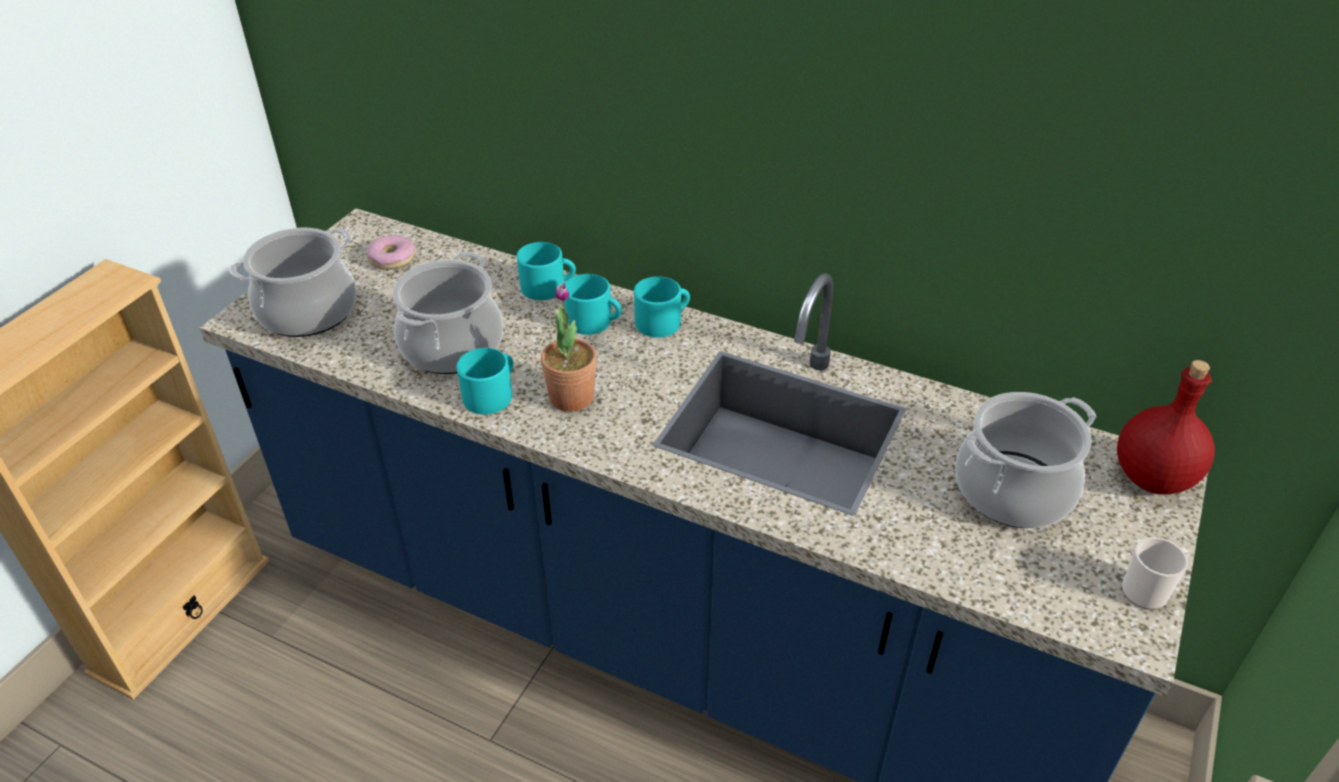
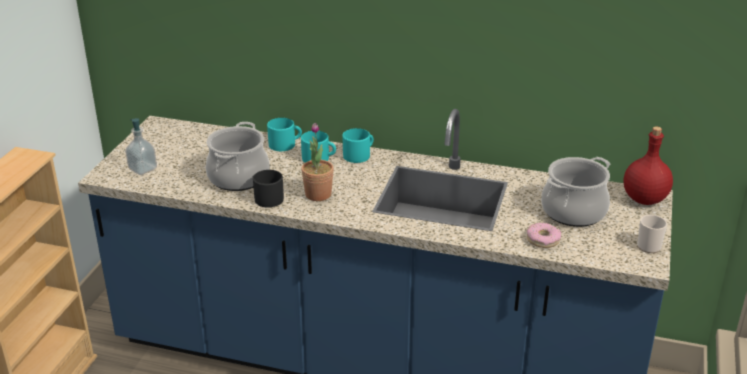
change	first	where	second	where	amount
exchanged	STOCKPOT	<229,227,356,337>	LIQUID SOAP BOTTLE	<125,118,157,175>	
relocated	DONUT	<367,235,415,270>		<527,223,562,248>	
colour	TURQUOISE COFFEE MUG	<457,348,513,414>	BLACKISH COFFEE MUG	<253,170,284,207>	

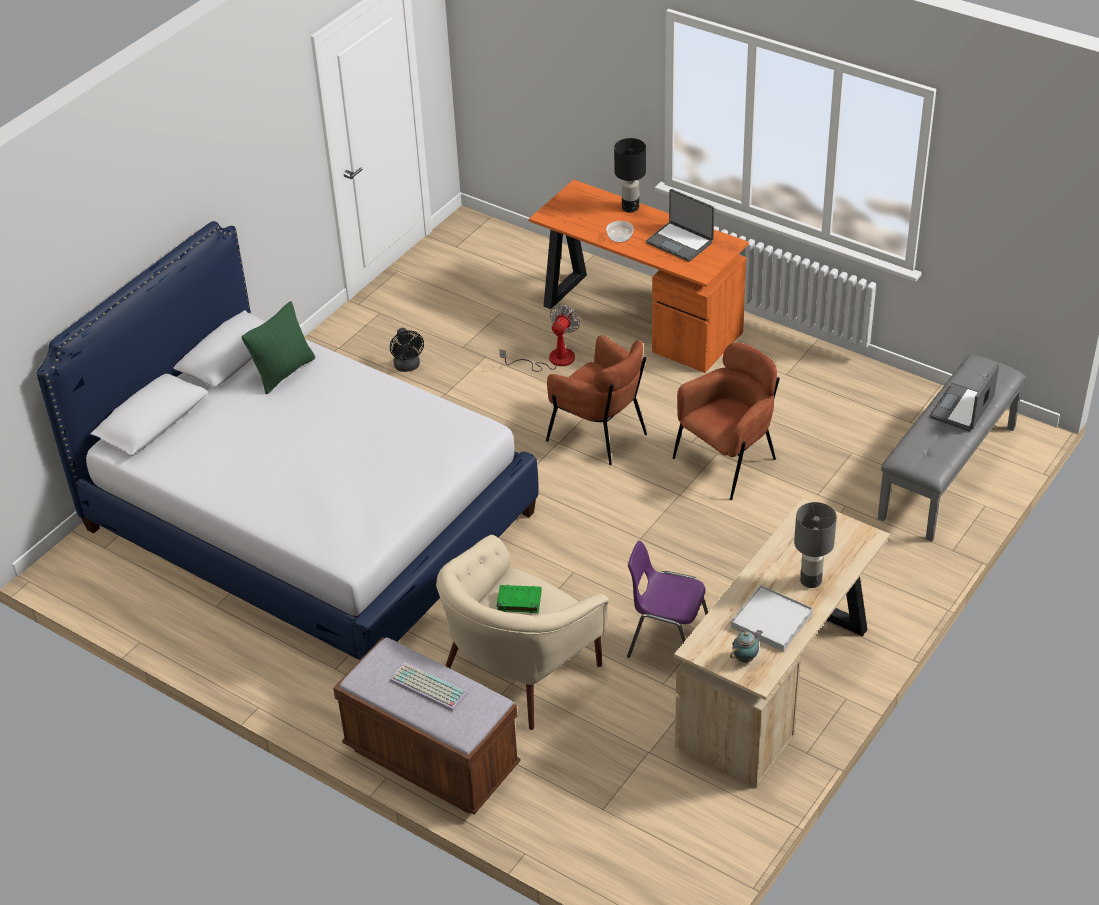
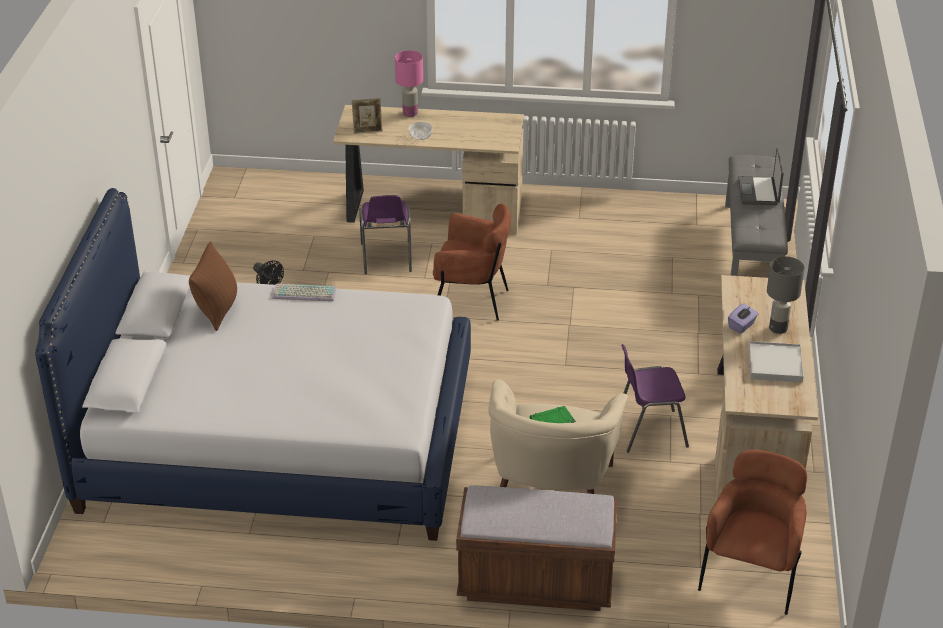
change	first	where	second	where	amount
colour	GREEN THROW PILLOW	<241,301,315,394>	BROWNISH THROW PILLOW	<189,241,237,331>	
relocated	PC KEYBOARD	<390,662,468,711>		<272,284,337,301>	
exchanged	FAN	<499,305,580,372>	PURPLE-COLOURED CHAIR	<359,195,412,274>	
colour	ORANGE DESK UNIT	<529,179,749,373>	SAND-COLOURED DESK UNIT	<333,105,524,234>	
colour	BLACKISH TABLETOP LAMP	<614,138,646,212>	PINK-COLOURED TABLETOP LAMP	<395,50,423,117>	
missing	LAPTOP	<646,189,714,262>			
relocated	BROWNISH LOUNGE CHAIR	<672,343,780,500>		<698,450,807,615>	
missing	POT FOR TEA	<730,630,763,663>			
appeared			PHOTO FRAME	<352,98,383,134>	
appeared			PURPLE-COLOURED TISSUE BOX	<728,303,758,333>	

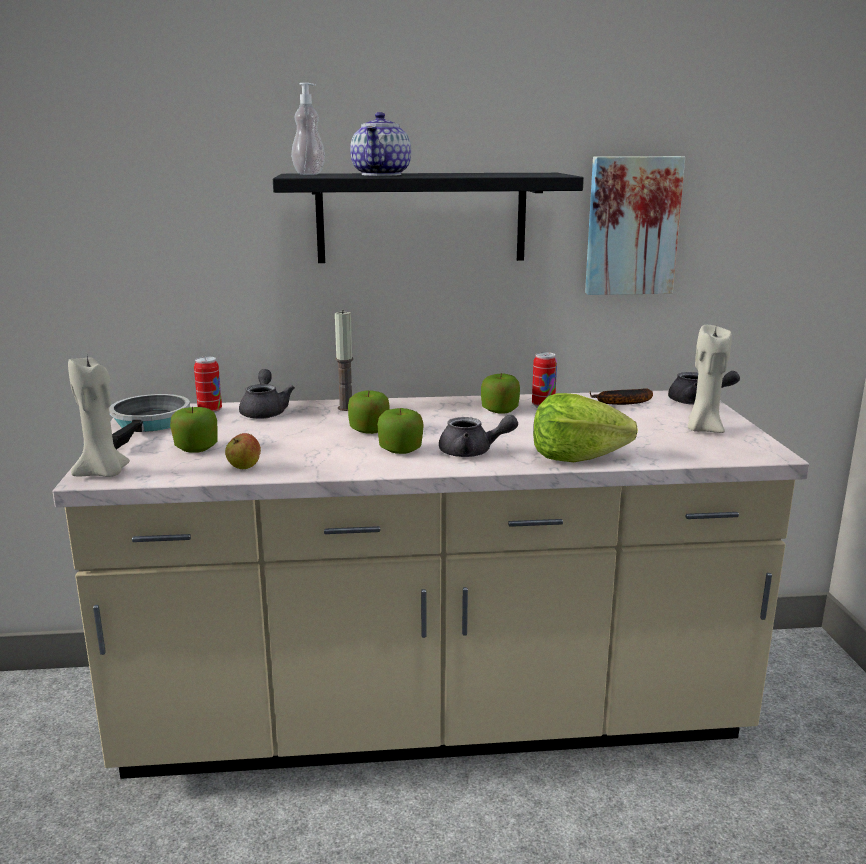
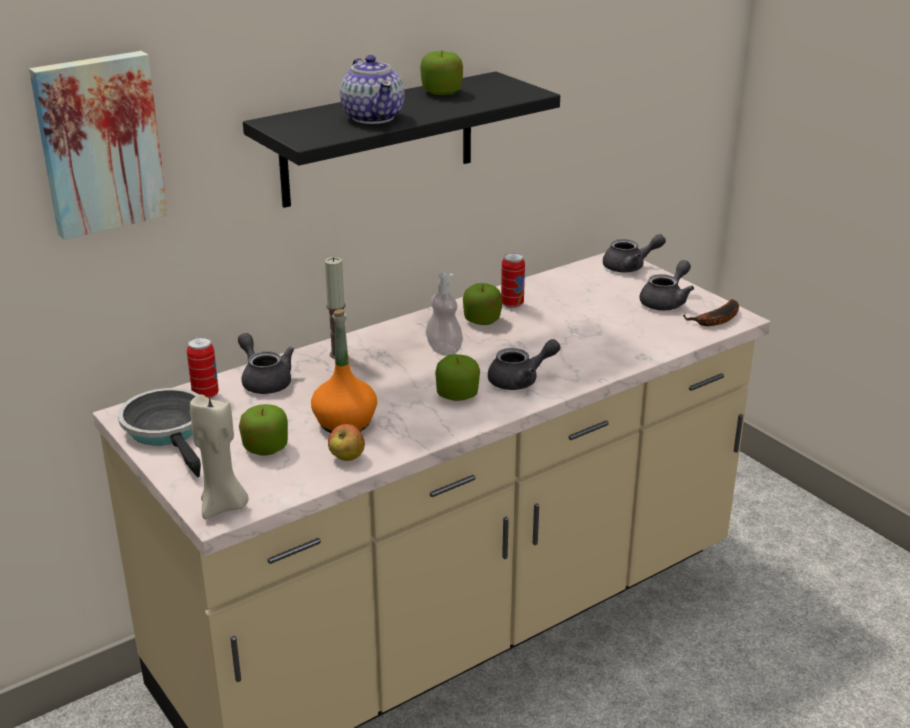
change	first	where	second	where	amount
relocated	LIQUID SOAP BOTTLE	<291,83,325,175>		<426,273,463,356>	
relocated	APPLE FRUIT	<348,390,389,434>		<420,51,463,95>	
missing	LETTUCE	<533,393,638,462>			
relocated	PICTURE	<585,156,685,295>		<29,51,168,240>	
relocated	WHOLE BANANA	<590,388,653,405>		<683,299,739,326>	
exchanged	SAND-COLOURED CANDLE	<688,325,732,433>	GREYISH POT FOR TEA	<640,260,694,310>	
appeared			ORANGE BEVERAGE BOTTLE	<311,309,377,433>	

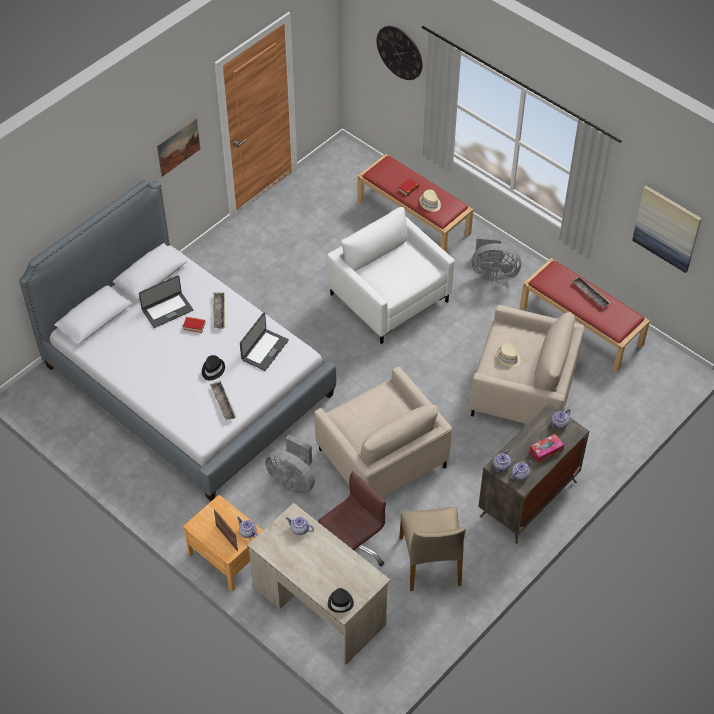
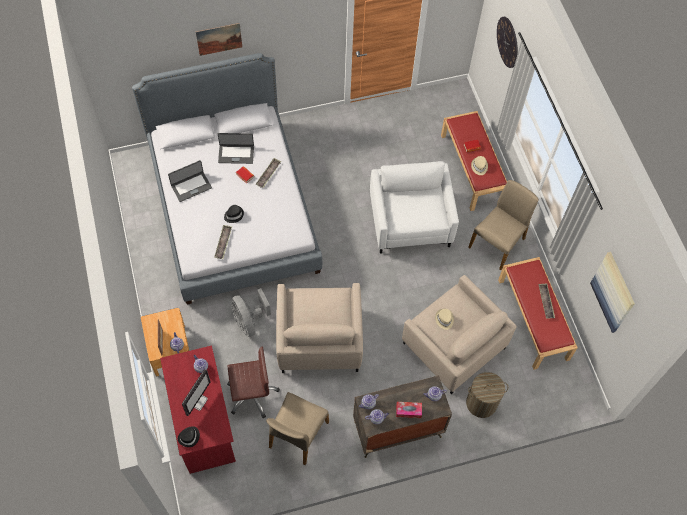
change	first	where	second	where	amount
relocated	PICTURE	<157,118,200,177>		<195,23,242,56>	
relocated	LAPTOP	<240,312,289,371>		<168,160,212,202>	
colour	SAND-COLOURED DESK UNIT	<247,503,390,665>	RED-COLOURED DESK UNIT	<160,345,236,474>	
exchanged	GREYISH FAN	<472,235,521,282>	SAND-COLOURED CHAIR	<468,180,539,270>	
appeared			COMPUTER DISPLAY	<182,369,211,416>	
appeared			WASHING BASKET	<466,372,508,418>	

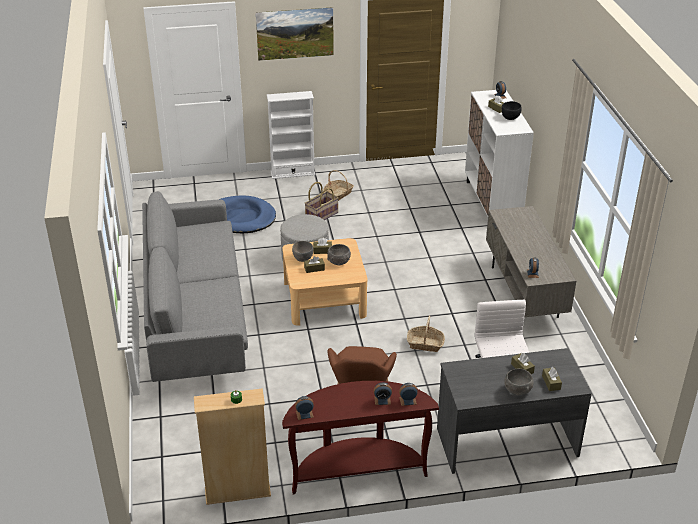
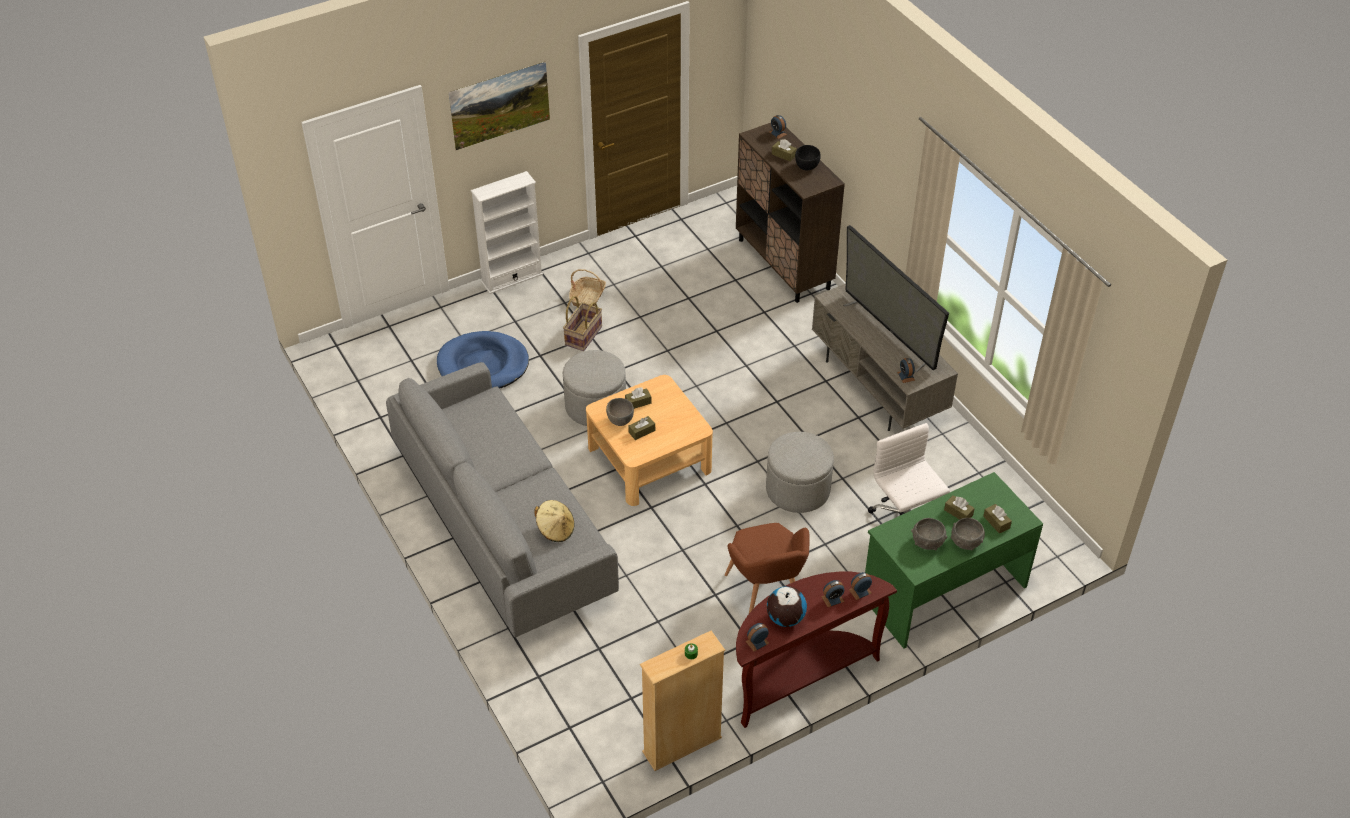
change	first	where	second	where	amount
relocated	GREYISH DEEP DISH	<327,244,351,266>		<911,518,947,550>	
exchanged	STORAGE BASKET	<407,316,445,352>	GREYISH FOOTREST	<766,432,834,513>	
colour	GREYISH DESK UNIT	<437,348,592,474>	GREEN DESK UNIT	<865,472,1043,648>	
colour	WHITE CUPBOARD	<465,90,534,216>	BROWNISH CUPBOARD	<736,123,845,303>	
appeared			SAND-COLOURED HAT	<534,500,574,542>	
appeared			WORLD GLOBE	<767,586,807,627>	
appeared			TV	<843,225,949,373>	

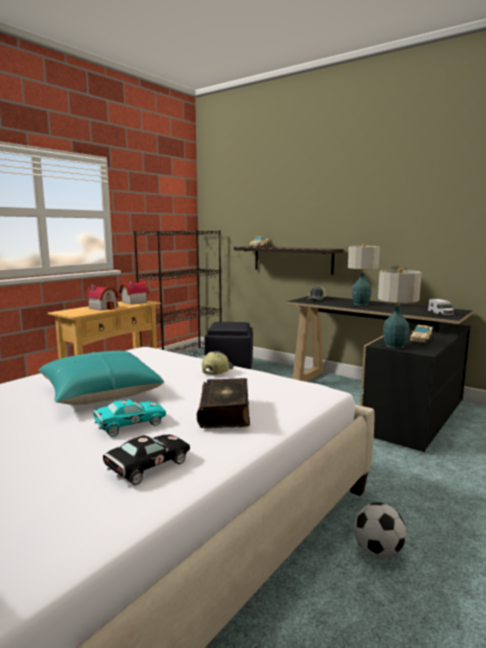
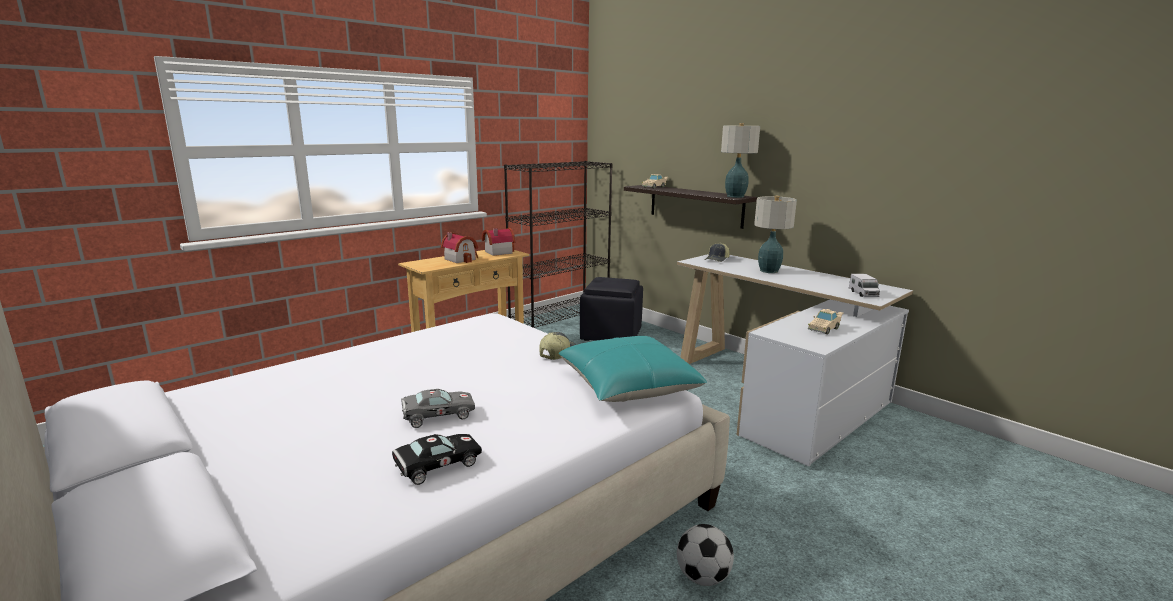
change	first	where	second	where	amount
relocated	TURQUOISE THROW PILLOW	<39,351,164,405>		<558,336,707,402>	
colour	TURQUOISE MODEL CAR	<93,399,166,437>	GREYISH MODEL CAR	<401,389,475,428>	
missing	VOLUME	<197,378,250,428>			
colour	BLACKISH DESK UNIT	<286,296,473,452>	WHITE DESK UNIT	<677,254,913,467>	
relocated	TABLETOP LAMP	<378,268,421,348>		<721,123,760,198>	

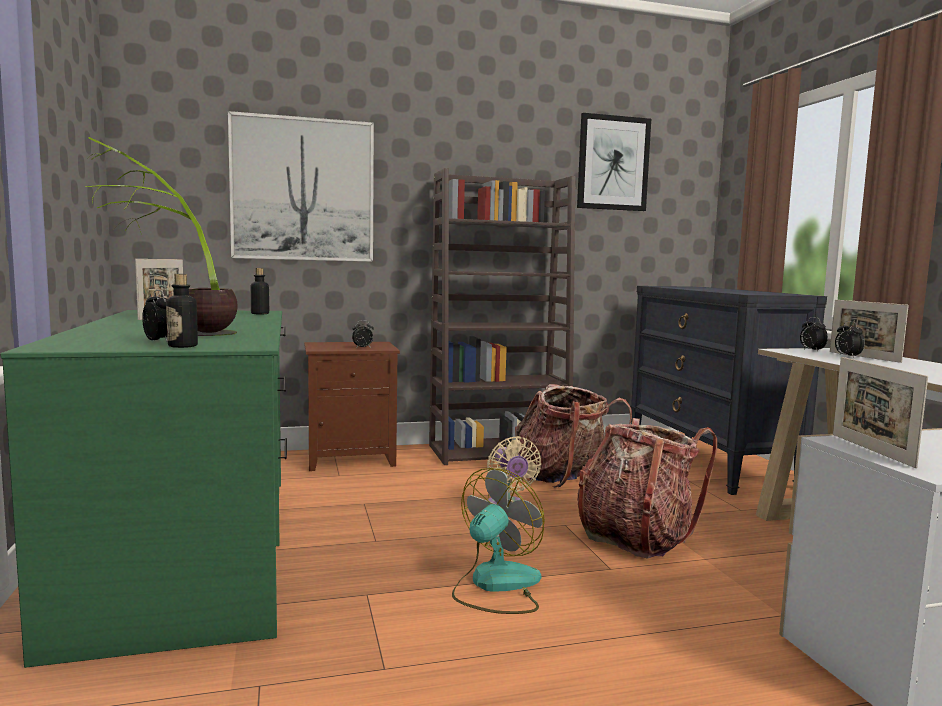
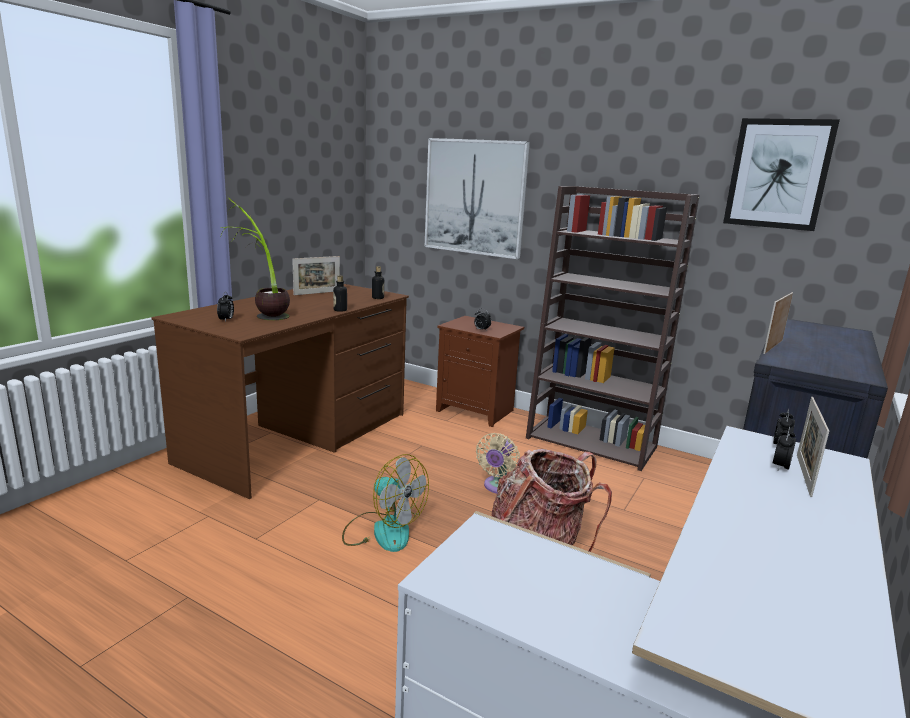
change	first	where	second	where	amount
colour	GREEN DESK UNIT	<0,310,287,668>	BROWNISH DESK UNIT	<151,284,409,499>	
relocated	BEVERAGE BOTTLE	<166,274,198,348>		<333,275,347,312>	
spun	FAN	<452,468,545,614>		<342,454,429,552>	45 degrees clockwise
missing	RUCKSACK	<515,384,632,488>			
relocated	PHOTO FRAME	<833,357,928,468>		<763,292,793,354>	

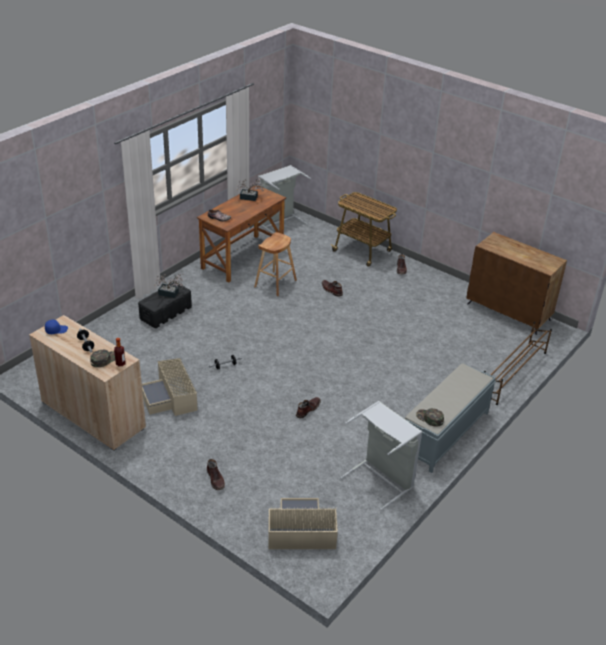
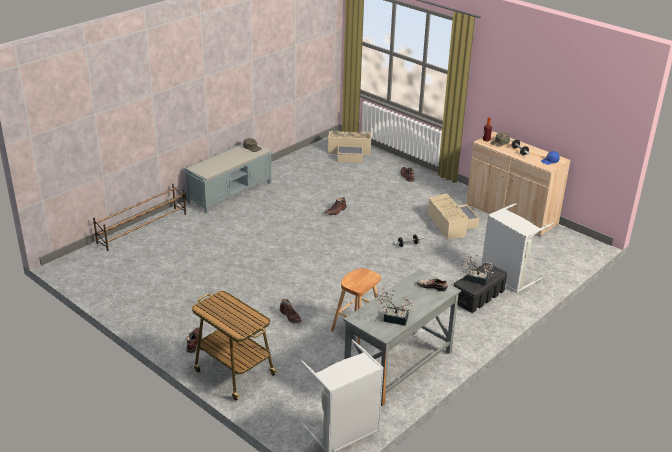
change	first	where	second	where	amount
colour	BROWNISH DESK UNIT	<197,185,286,282>	GREYISH DESK UNIT	<343,269,461,406>	
relocated	GREYISH WASHING BASKET	<340,401,422,510>		<481,203,553,293>	
missing	BROWNISH CUPBOARD	<467,232,567,335>			

